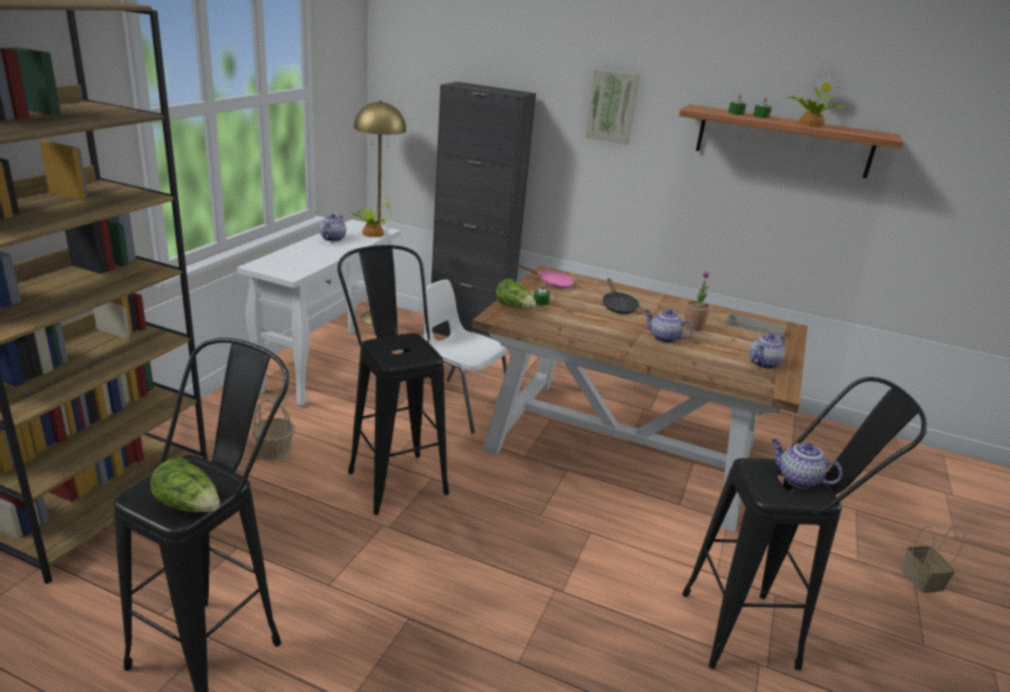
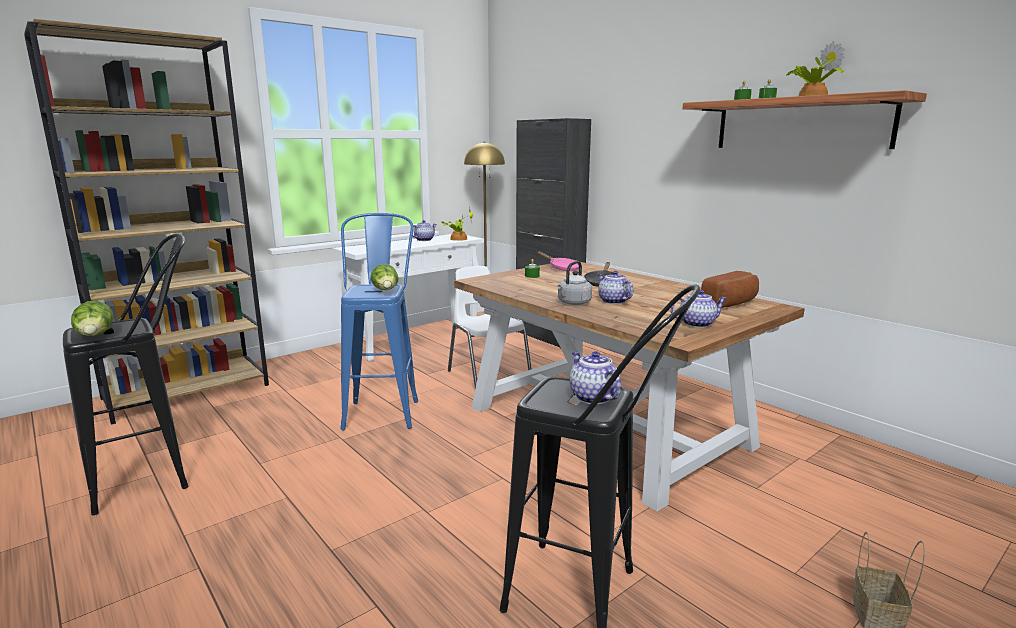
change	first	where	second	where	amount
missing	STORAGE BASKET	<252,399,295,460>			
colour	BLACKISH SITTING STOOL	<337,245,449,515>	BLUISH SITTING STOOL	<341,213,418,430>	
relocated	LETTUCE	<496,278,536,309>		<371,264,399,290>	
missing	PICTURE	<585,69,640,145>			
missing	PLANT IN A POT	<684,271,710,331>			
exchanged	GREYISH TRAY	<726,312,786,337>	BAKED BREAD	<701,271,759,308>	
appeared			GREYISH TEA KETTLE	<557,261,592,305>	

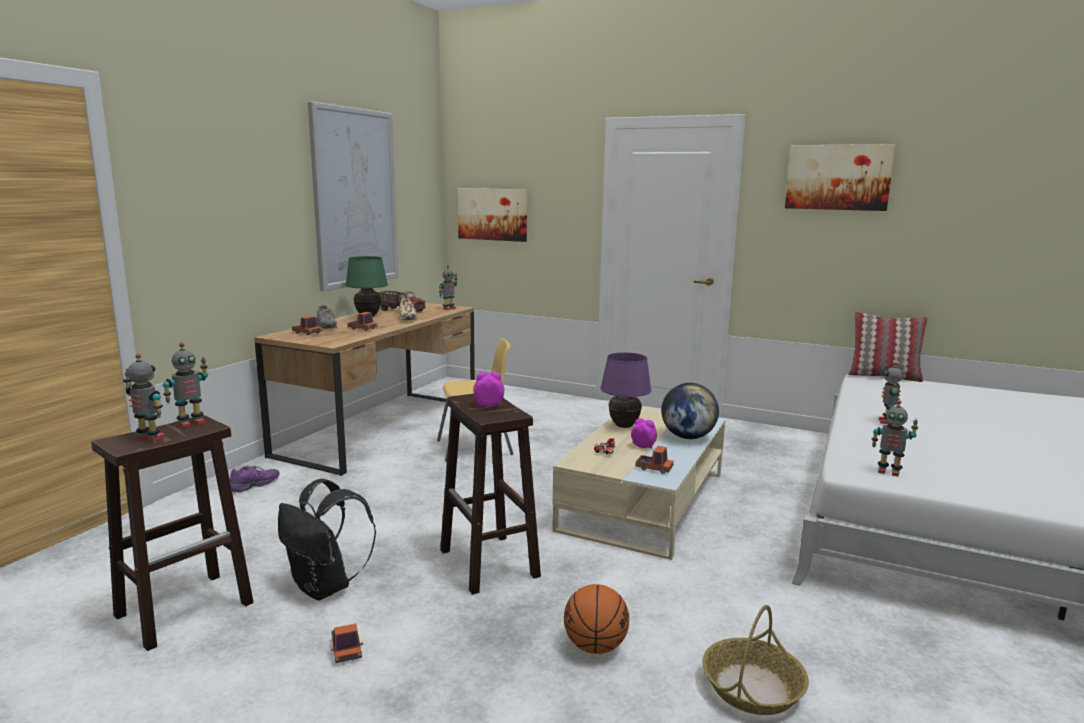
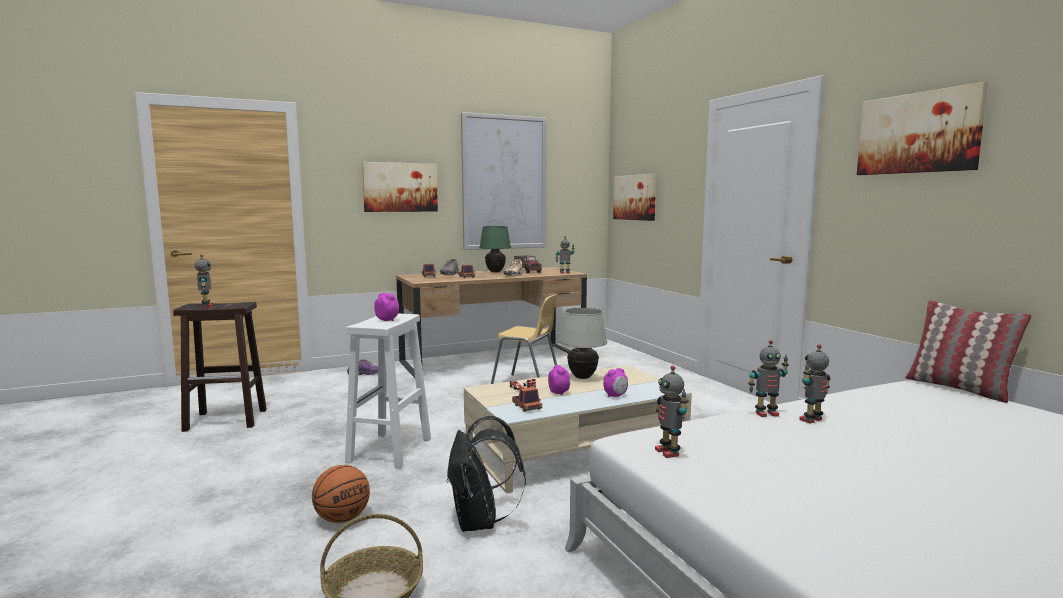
change	first	where	second	where	amount
relocated	ROBOT FIGURE	<163,343,208,428>		<748,340,789,417>	
relocated	BLACKISH RUCKSACK	<278,479,376,601>		<447,416,526,532>	
missing	MODEL TRUCK	<331,624,363,663>			
colour	BROWNISH SITTING STOOL	<440,394,541,595>	WHITE SITTING STOOL	<345,314,431,469>	
colour	PURPLE-COLOURED TABLETOP LAMP	<600,352,652,428>	WHITE TABLETOP LAMP	<559,308,607,379>	
exchanged	WORLD GLOBE	<661,383,719,439>	TABLE CLOCK	<603,368,628,397>	
appeared			PICTURE	<362,162,438,212>	

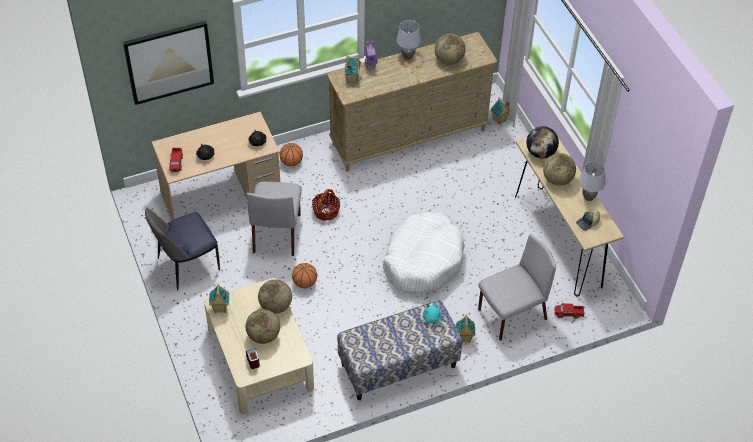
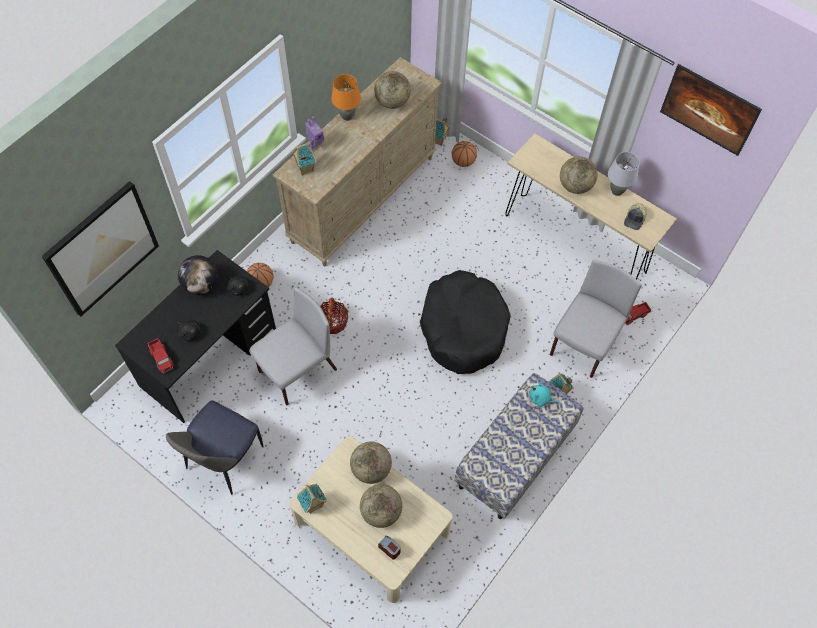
change	first	where	second	where	amount
colour	SAND-COLOURED DESK UNIT	<152,111,280,220>	BLACKISH DESK UNIT	<115,250,276,423>	
spun	GREYISH CHAIR	<246,181,302,256>		<249,287,337,405>	105 degrees counterclockwise
relocated	BALL FOR BASKETBALL	<292,263,317,288>		<451,141,477,167>	
colour	WHITE DOG BED	<383,211,465,293>	BLACKISH DOG BED	<420,270,511,374>	
colour	GREYISH TABLETOP LAMP	<397,20,421,60>	ORANGE TABLETOP LAMP	<331,74,361,121>	
relocated	WORLD GLOBE	<526,126,559,158>		<178,255,218,295>	
appeared			PICTURE	<660,64,762,156>	

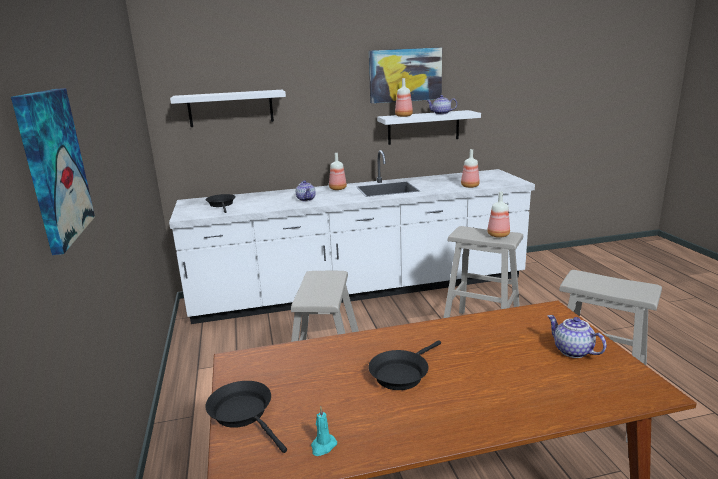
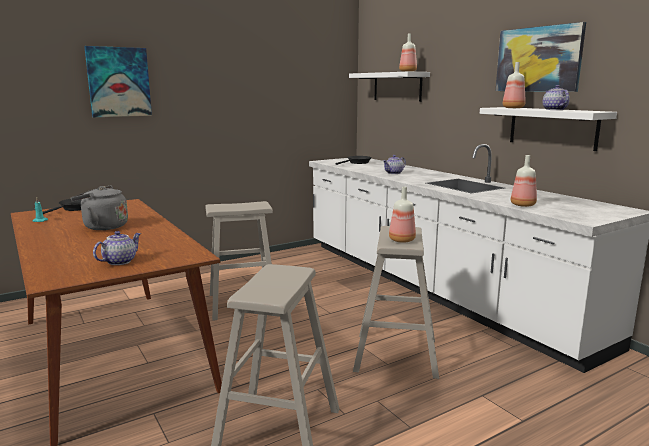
change	first	where	second	where	amount
relocated	BEVERAGE BOTTLE	<329,153,347,190>		<399,33,417,72>	
exchanged	BLACKISH SKILLET	<369,340,441,390>	GREYISH TEA KETTLE	<71,185,128,230>	

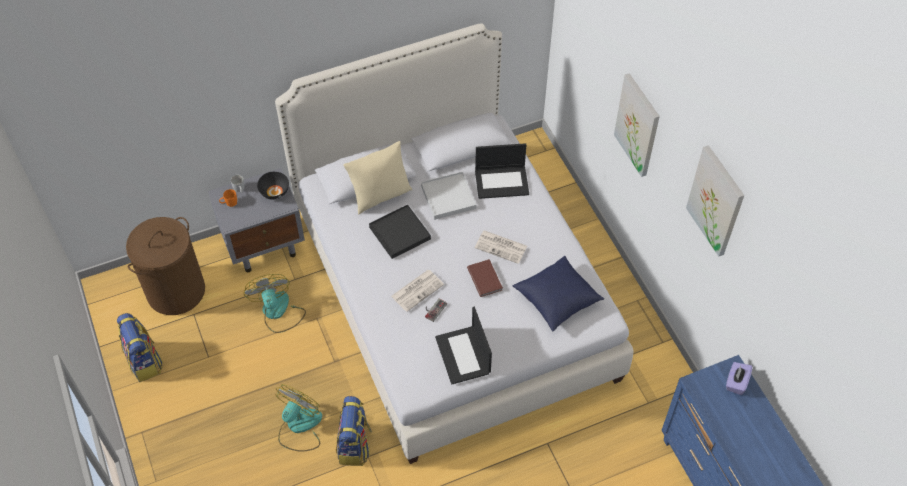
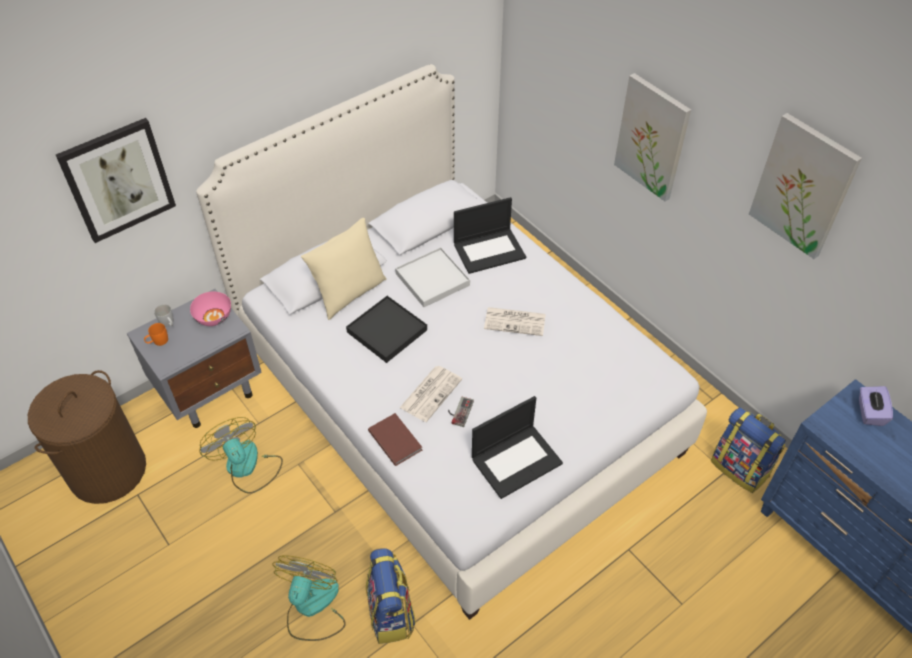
change	first	where	second	where	amount
relocated	RUCKSACK	<117,313,163,382>		<711,407,786,493>	
colour	BLACKISH DEEP DISH	<257,172,289,200>	PINK-COLOURED DEEP DISH	<190,292,231,326>	
spun	LAPTOP	<435,307,492,384>		<472,396,563,499>	90 degrees counterclockwise
relocated	BROWNISH VOLUME	<467,259,503,297>		<368,413,422,466>	
missing	BLUISH THROW PILLOW	<513,256,604,331>			
appeared			PICTURE	<56,118,176,243>	

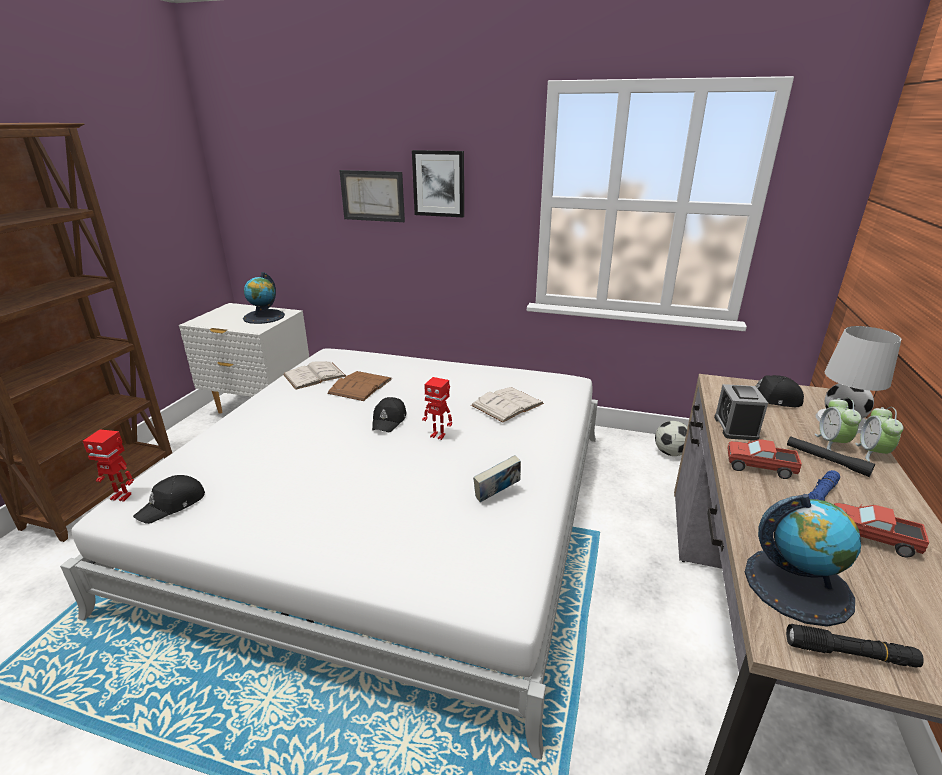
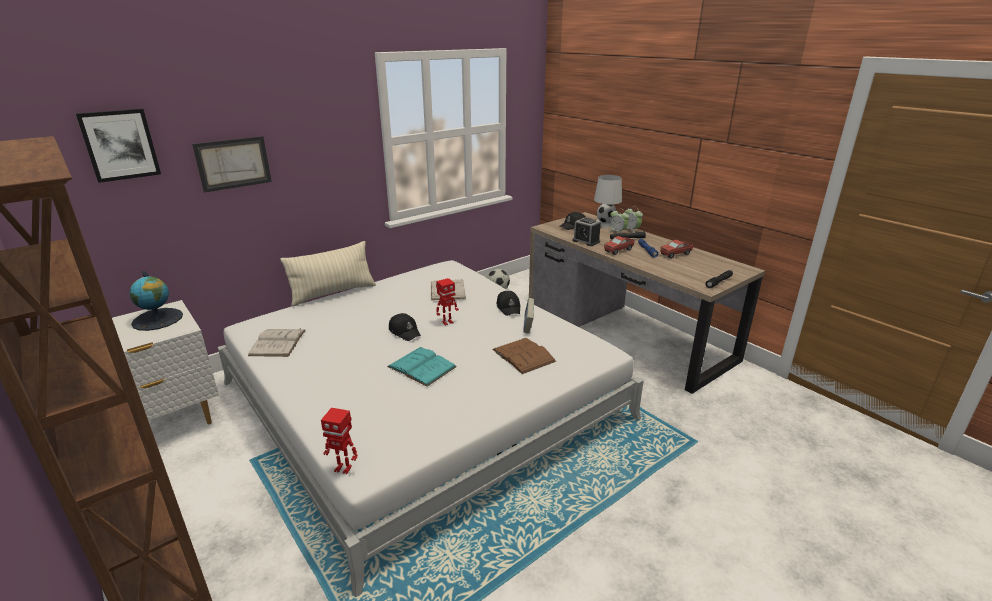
change	first	where	second	where	amount
spun	ROBOT FIGURE	<83,430,134,502>		<321,408,357,474>	60 degrees clockwise
relocated	BLACKISH BASEBALL CAP	<133,475,205,524>		<497,291,520,316>	
relocated	BROWNISH VOLUME	<327,371,392,401>		<492,338,556,374>	
relocated	PICTURE	<412,150,464,217>		<76,109,161,183>	
missing	WORLD GLOBE	<745,494,861,627>			
appeared			SAND-COLOURED THROW PILLOW	<280,241,376,307>	
appeared			TURQUOISE VOLUME	<387,347,457,387>	

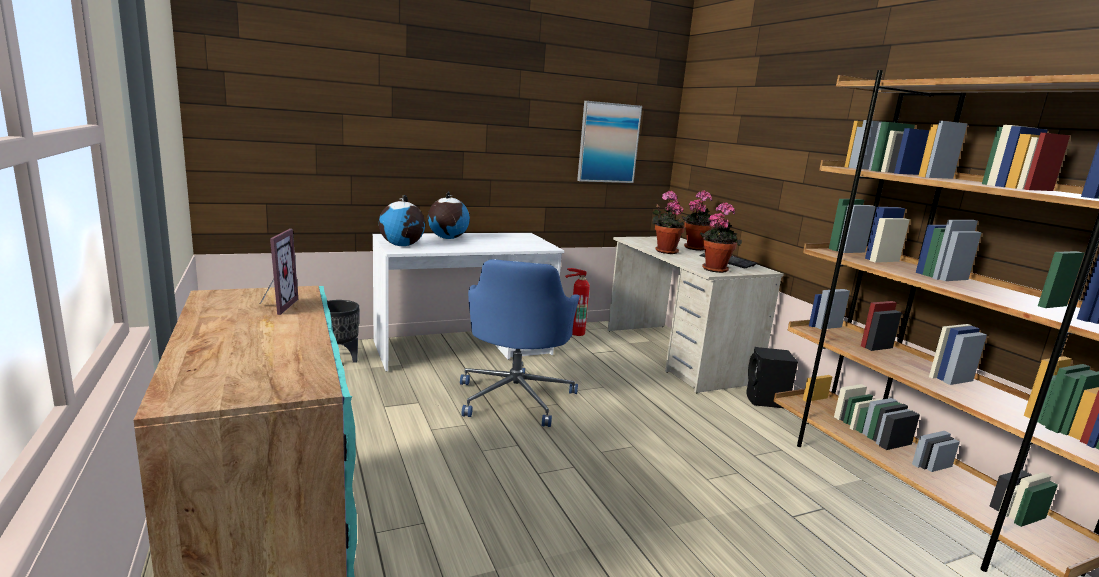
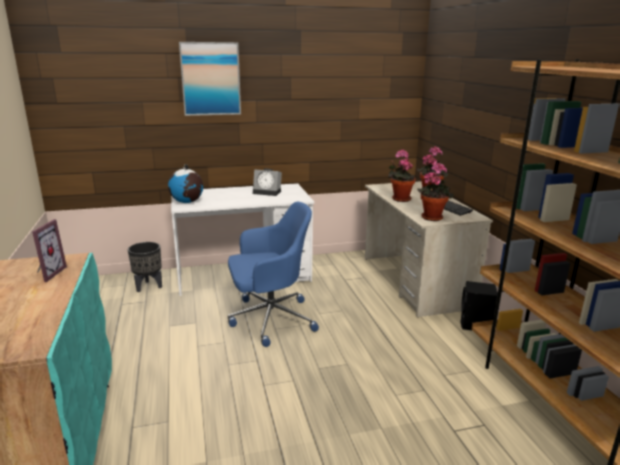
change	first	where	second	where	amount
missing	WORLD GLOBE	<428,192,470,239>			
spun	BLUISH OFFICE CHAIR	<460,259,580,427>		<228,201,319,347>	120 degrees counterclockwise
missing	EXTINGUISHER	<565,268,590,336>			
relocated	PICTURE	<577,101,642,183>		<179,42,241,116>	
appeared			TABLE CLOCK	<253,169,282,196>	

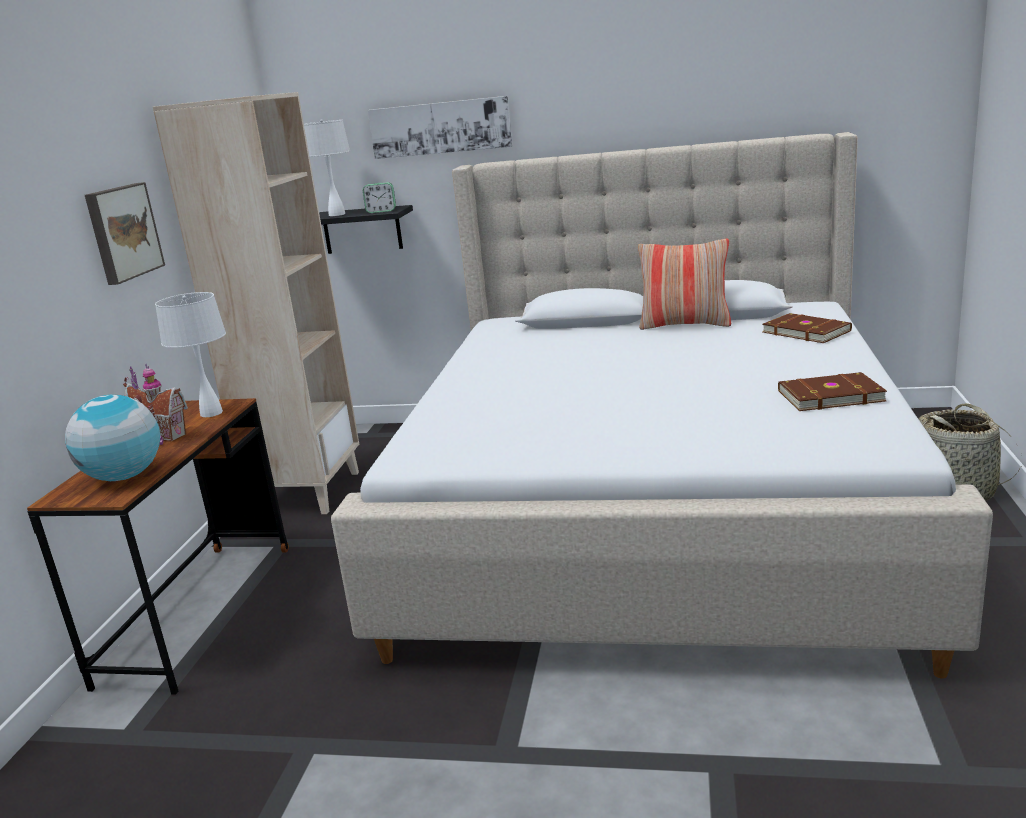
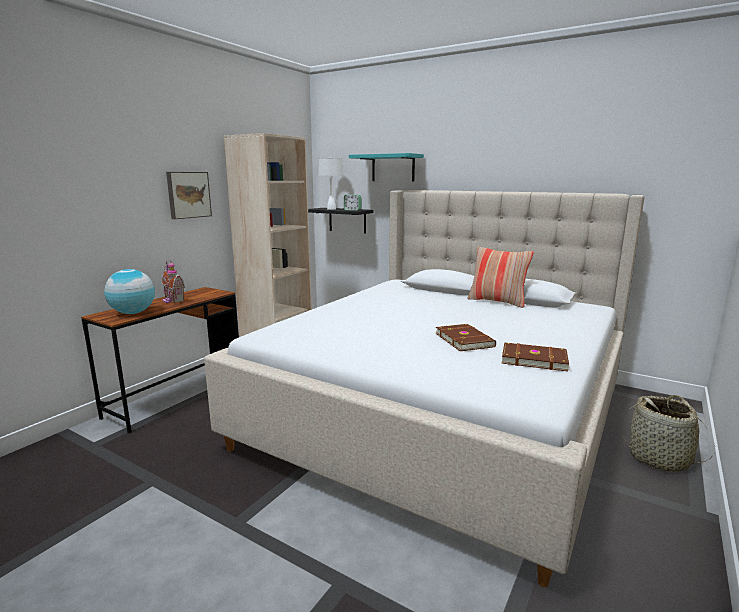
change	first	where	second	where	amount
missing	WHITE TABLETOP LAMP	<155,292,226,417>			
exchanged	PICTURE	<368,96,512,159>	TURQUOISE SHELF	<349,153,424,182>	
relocated	BROWNISH VOLUME	<762,313,852,343>		<436,324,496,351>	

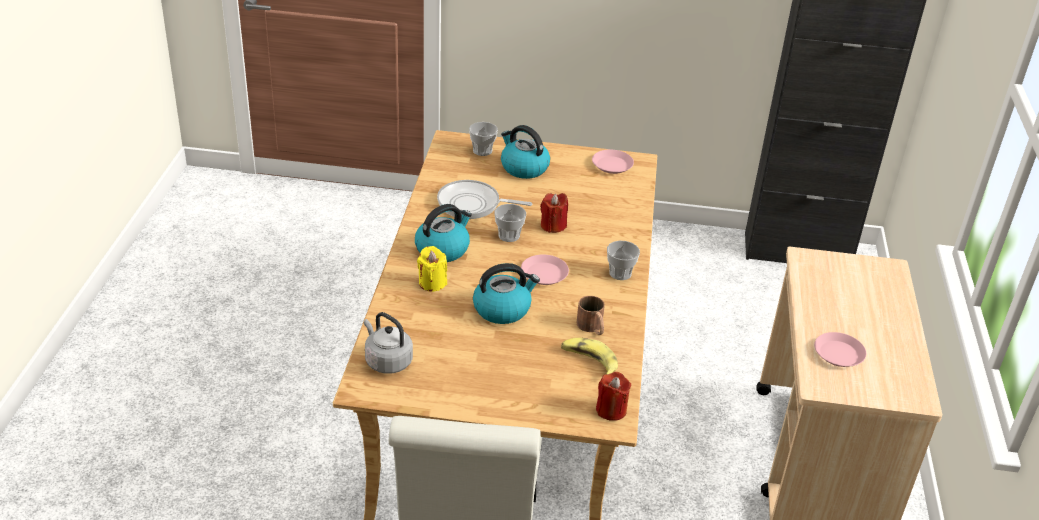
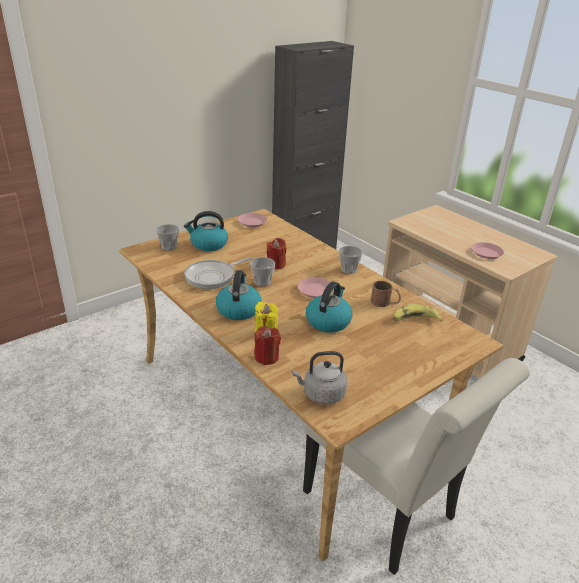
change	first	where	second	where	amount
relocated	RED-COLOURED CANDLE	<596,372,631,421>		<254,326,281,365>	

